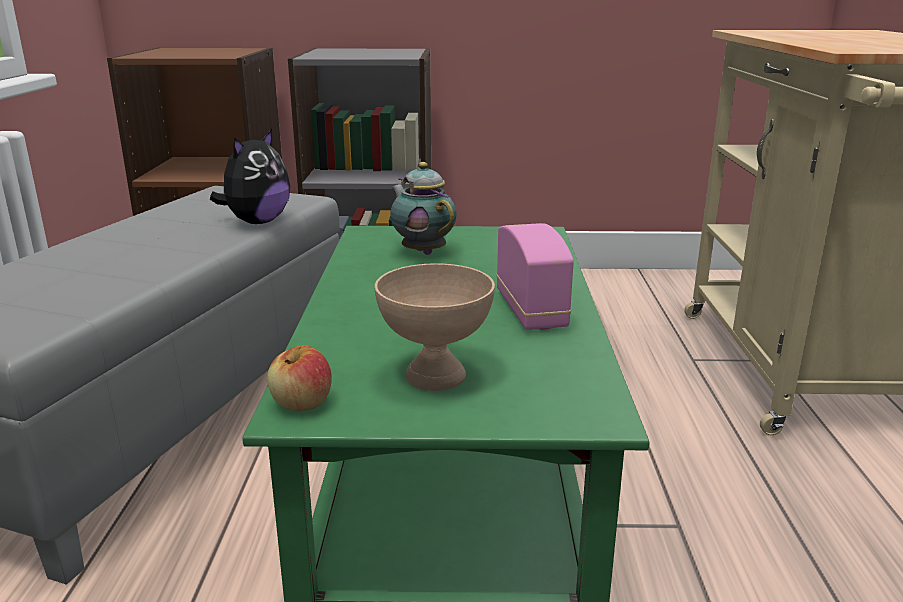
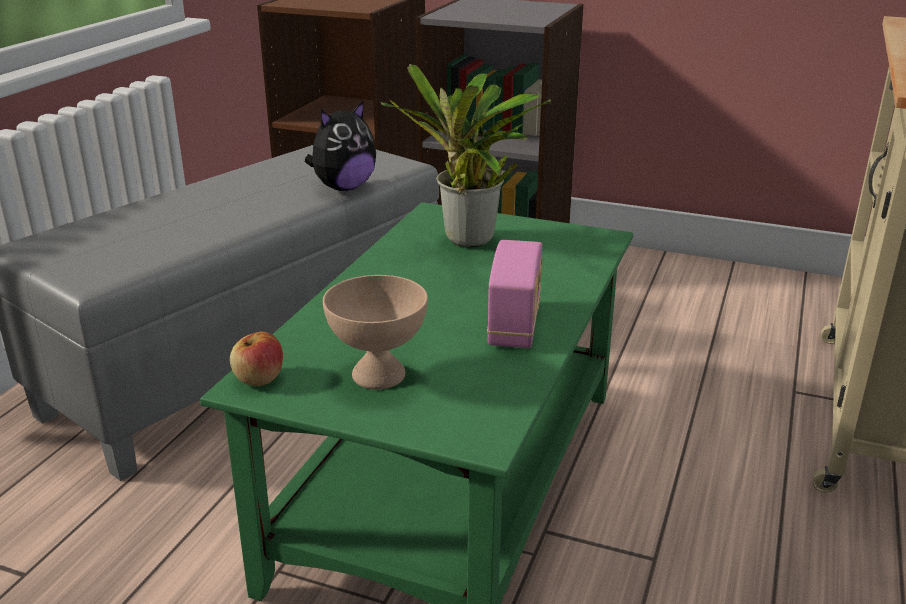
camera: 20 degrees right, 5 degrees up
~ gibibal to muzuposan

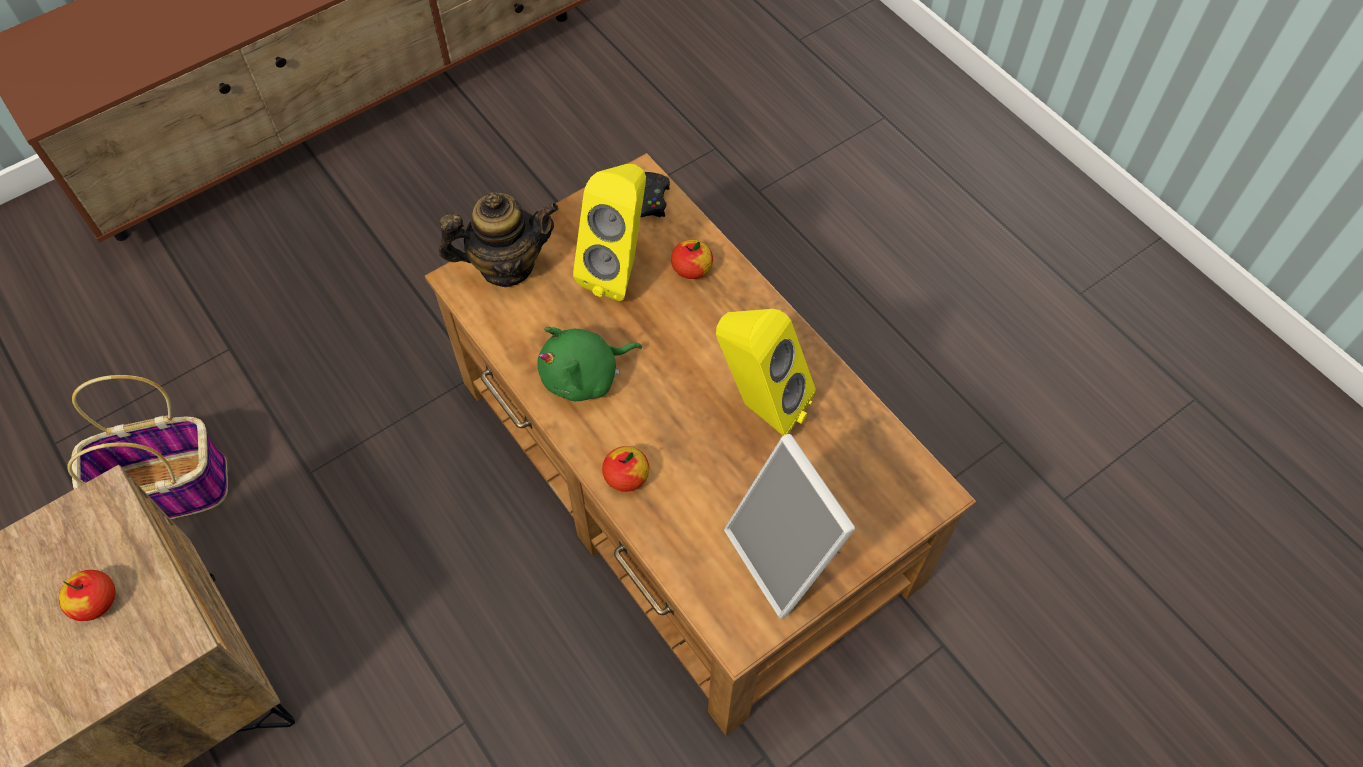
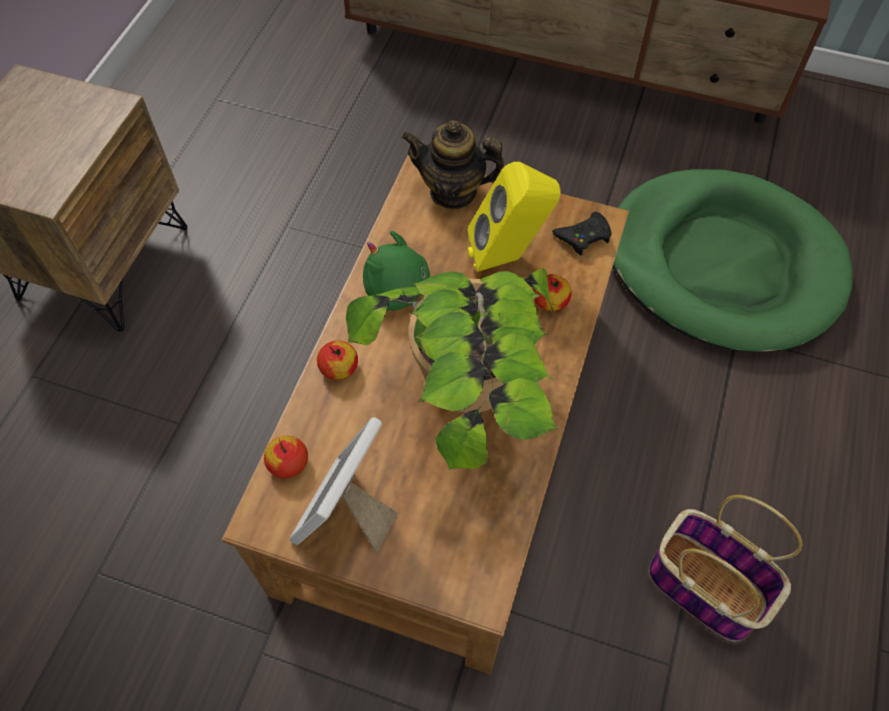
camera: 55 degrees right, 0 degrees up
~ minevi (no. 1 from left)
~ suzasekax
~ gibibal 150 degrees clockwise
~ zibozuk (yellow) (no. 2 from left) to muzuposan
+ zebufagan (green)

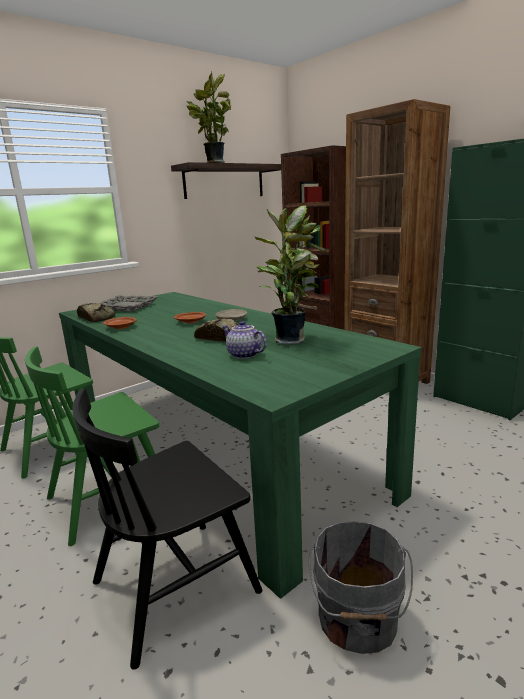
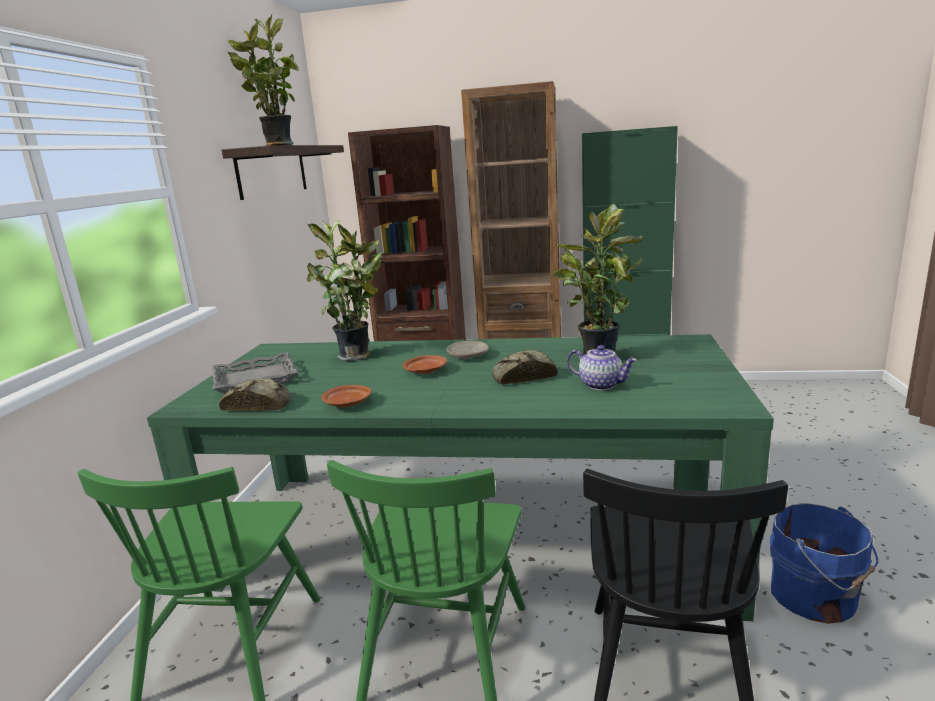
camera: 40 degrees left, 0 degrees up
~ gibibal 150 degrees counterclockwise
~ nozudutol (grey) to nozudutol (blue)
+ muzuposan (no. 2 from left)

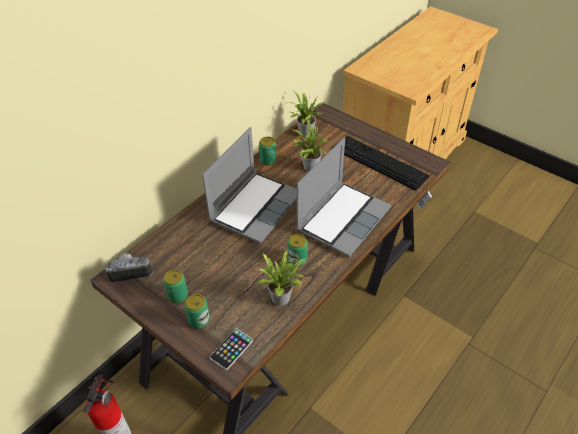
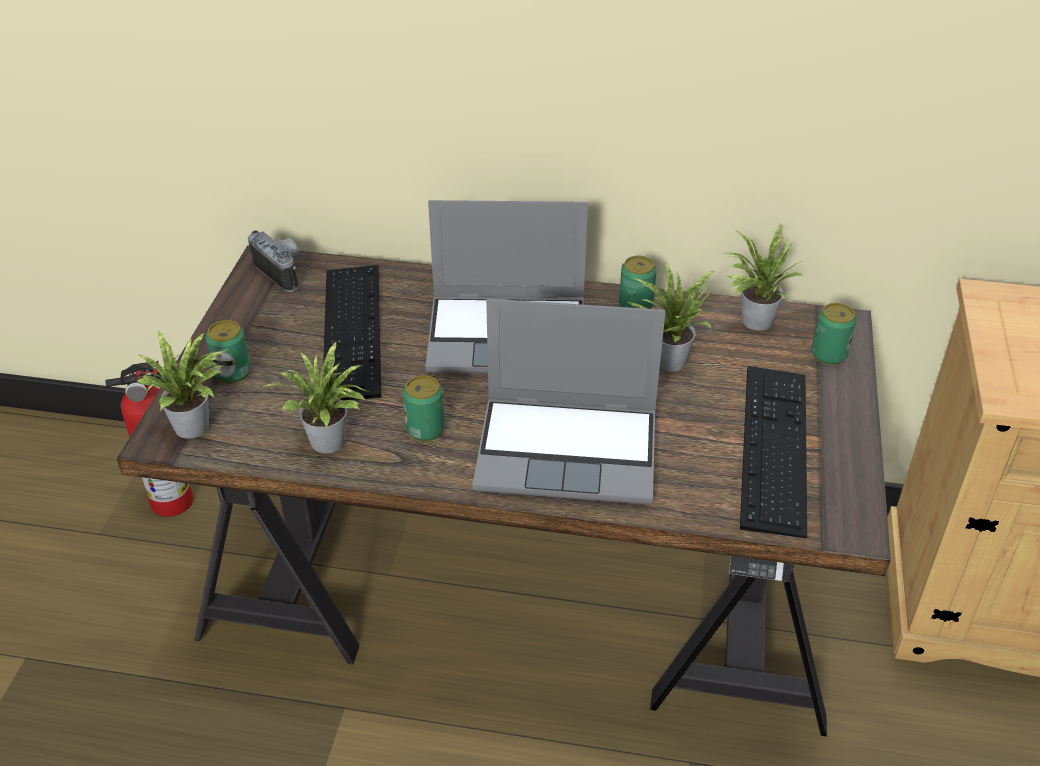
camera: 60 degrees right, 5 degrees down
~ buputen (no. 1 from left in the first image) to buputen (no. 4 from left)
~ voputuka to muzuposan (no. 1 from left)
+ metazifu (no. 1 from left)

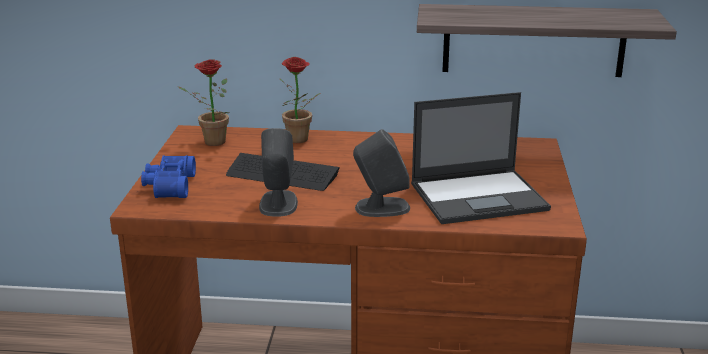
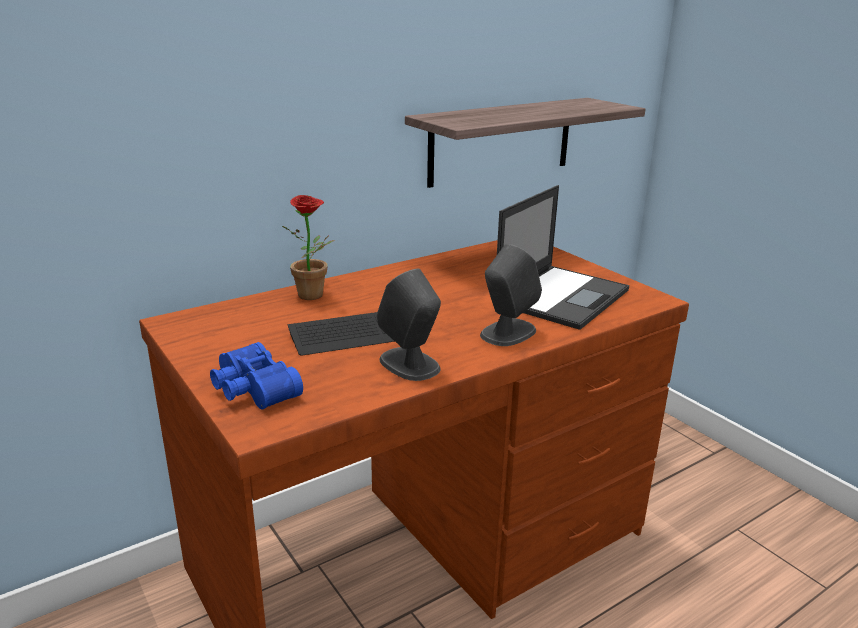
camera: 40 degrees left, 0 degrees up
- muzuposan (no. 1 from left)

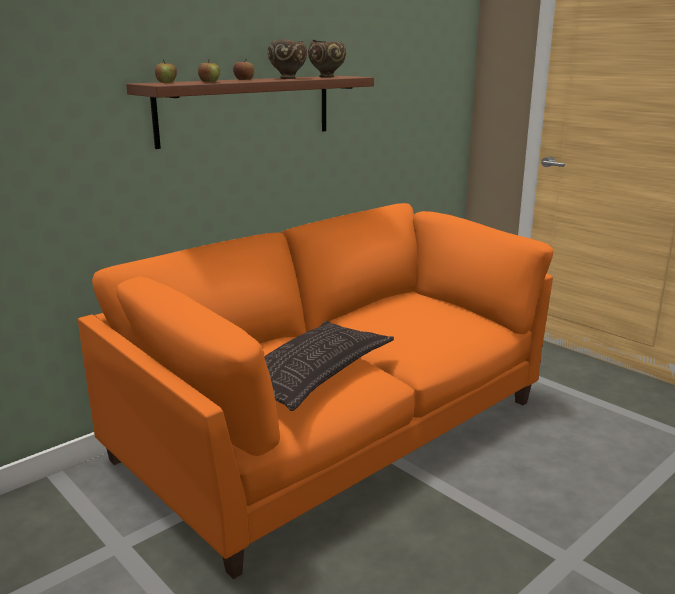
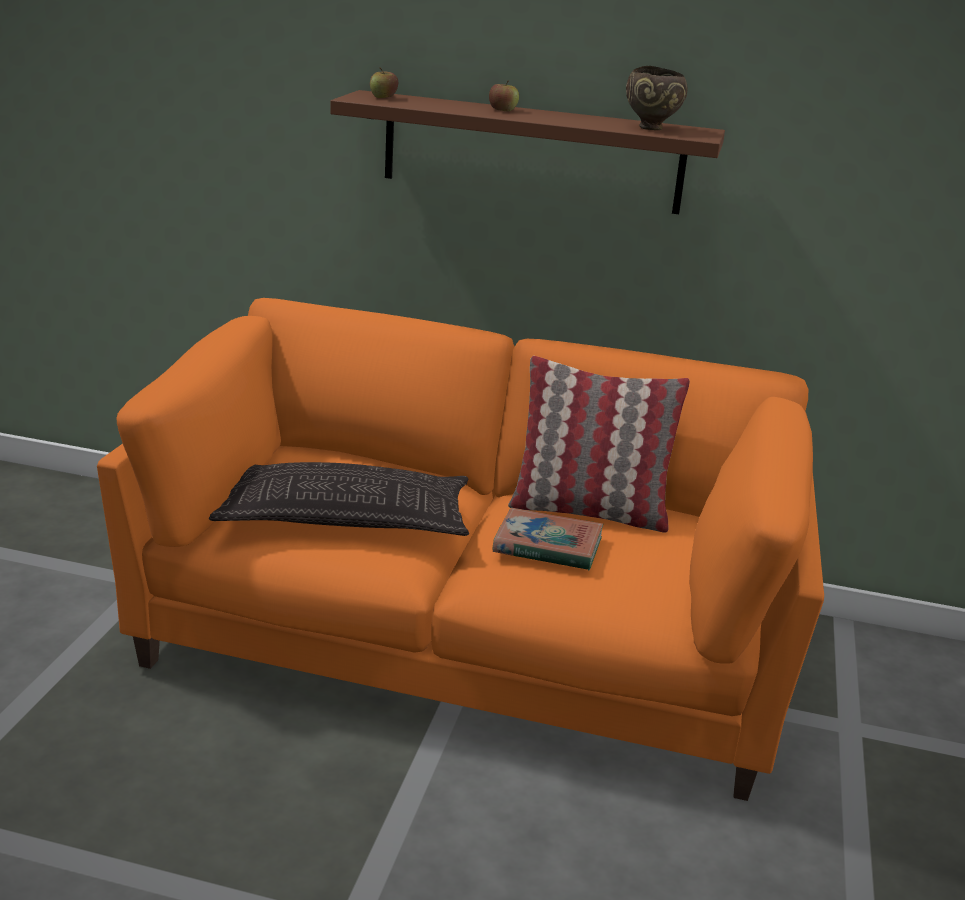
camera: 55 degrees right, 5 degrees up
- minevi (no. 2 from left)
- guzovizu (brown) (no. 1 from left)
+ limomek
+ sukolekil (no. 2 from left)

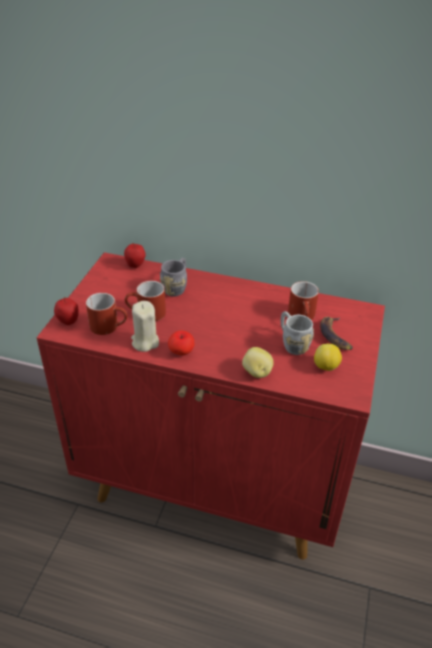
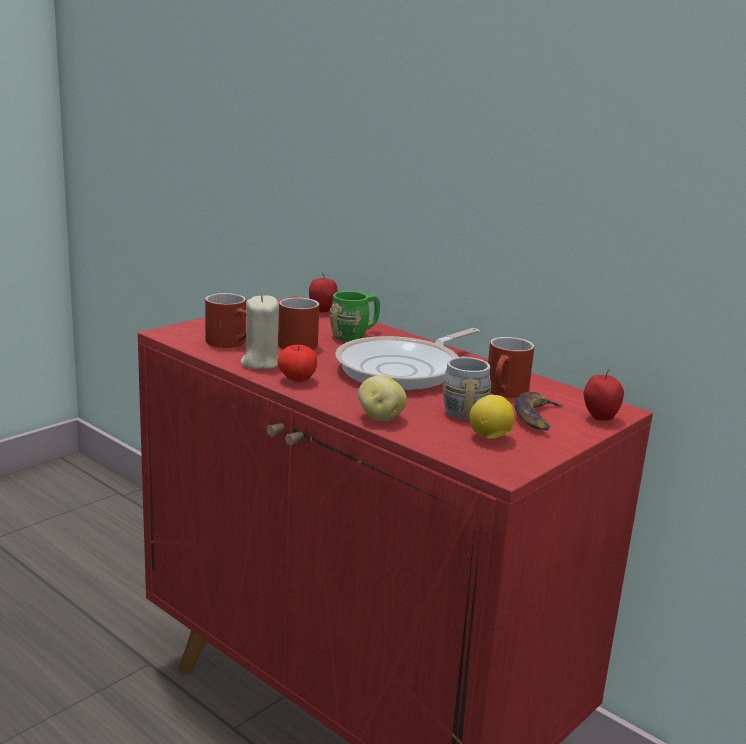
camera: 25 degrees right, 20 degrees down
~ minevi (no. 1 from left in the first image) to minevi (no. 3 from left)
~ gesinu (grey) (no. 1 from left) to gesinu (green)
+ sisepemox

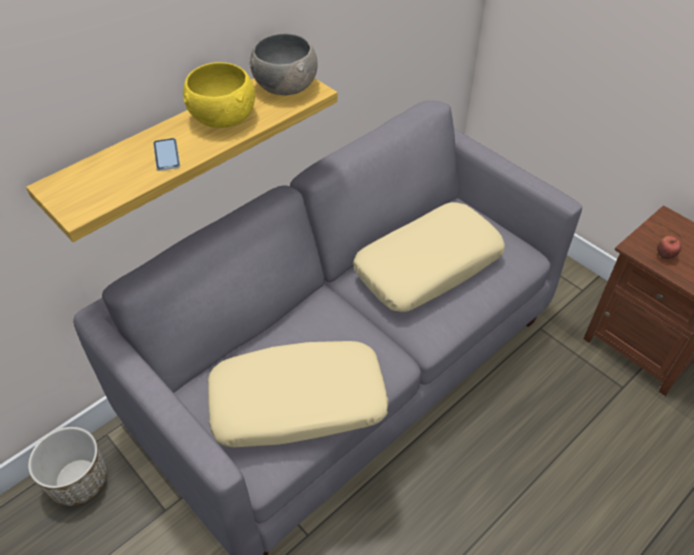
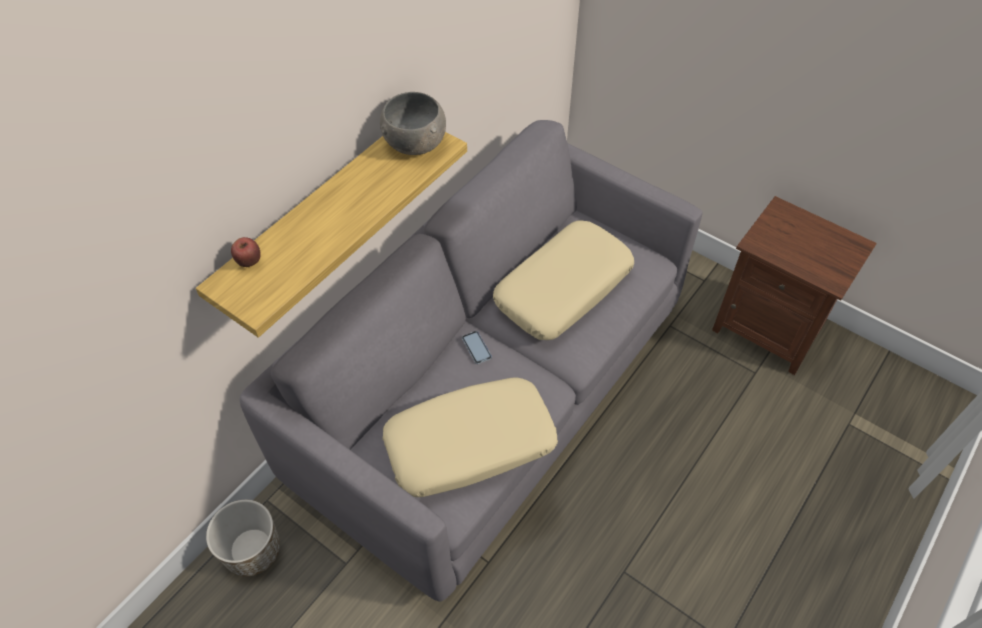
camera: 10 degrees left, 5 degrees up
~ voputuka
- guzovizu (yellow)
~ minevi

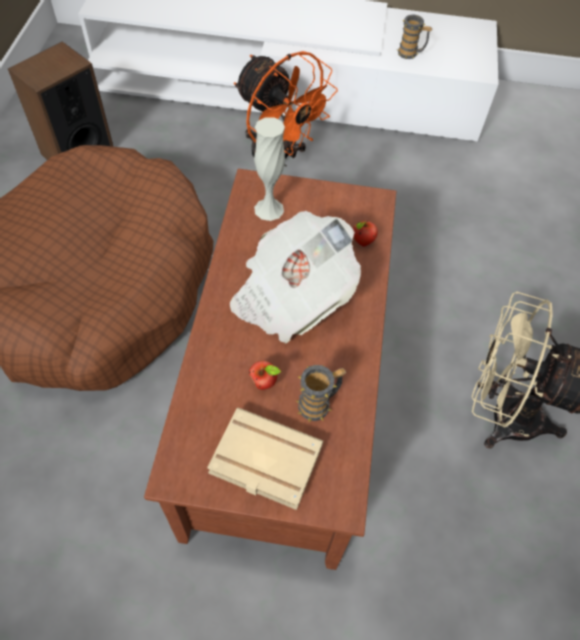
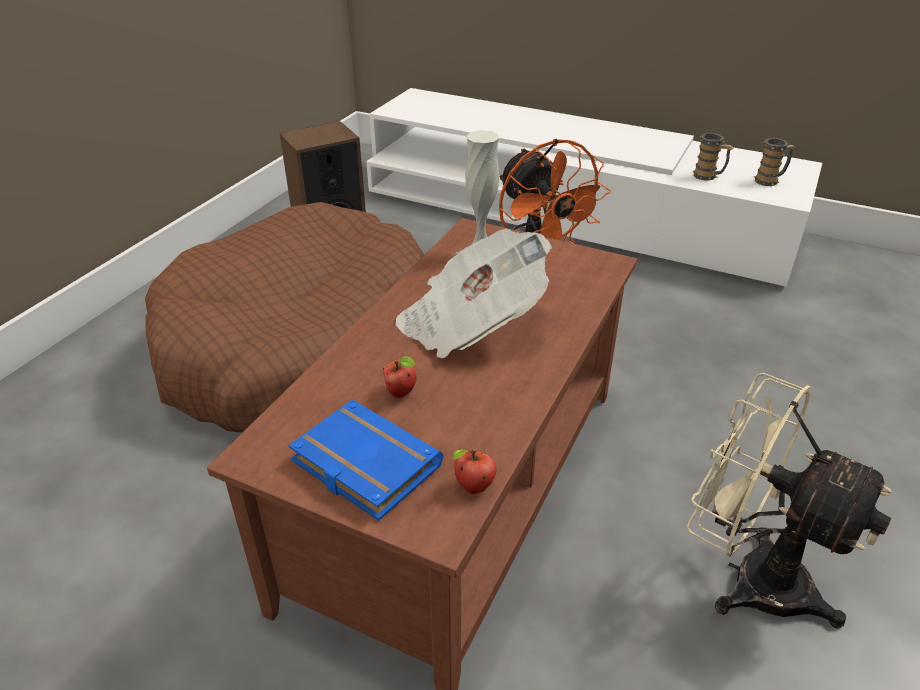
camera: 20 degrees right, 20 degrees down
~ limomek (beige) to limomek (blue)
~ gesinu (no. 1 from left in the first image) to gesinu (no. 2 from left)
~ minevi (no. 2 from left)

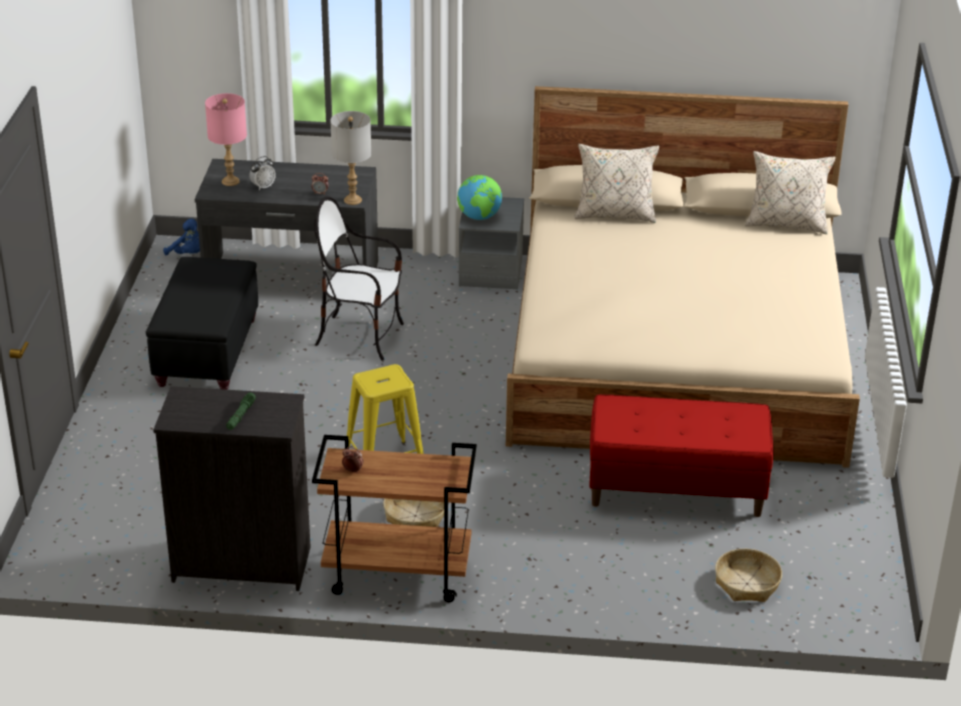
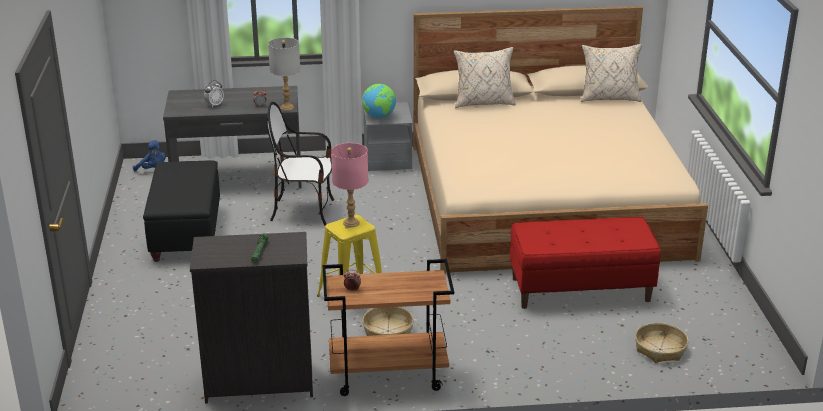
camera: 10 degrees left, 5 degrees down
~ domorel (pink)

